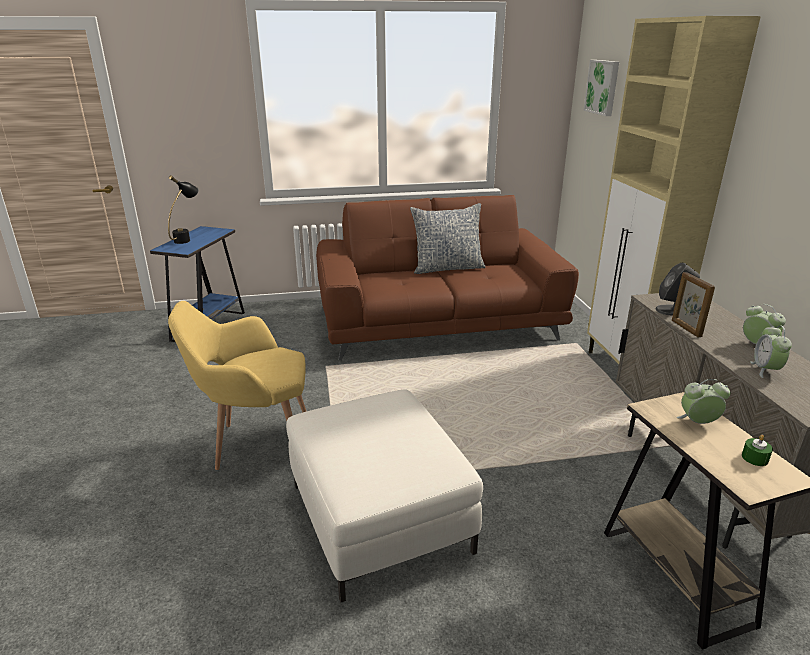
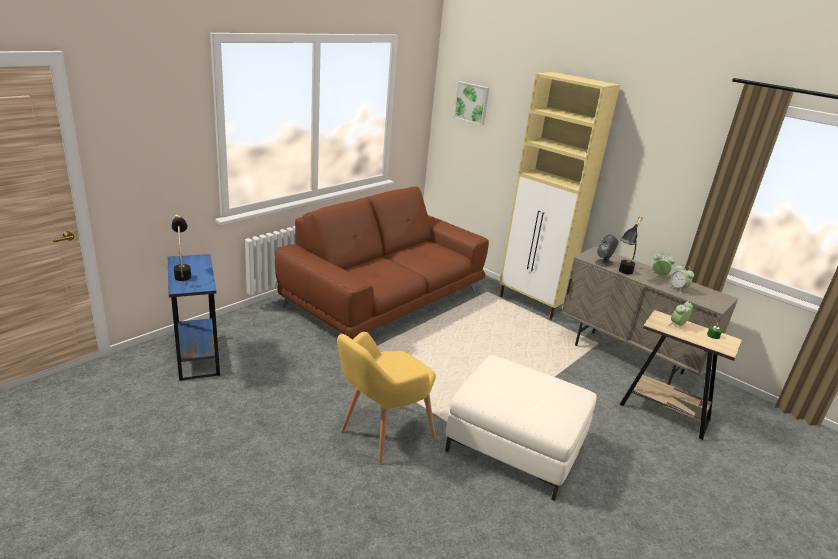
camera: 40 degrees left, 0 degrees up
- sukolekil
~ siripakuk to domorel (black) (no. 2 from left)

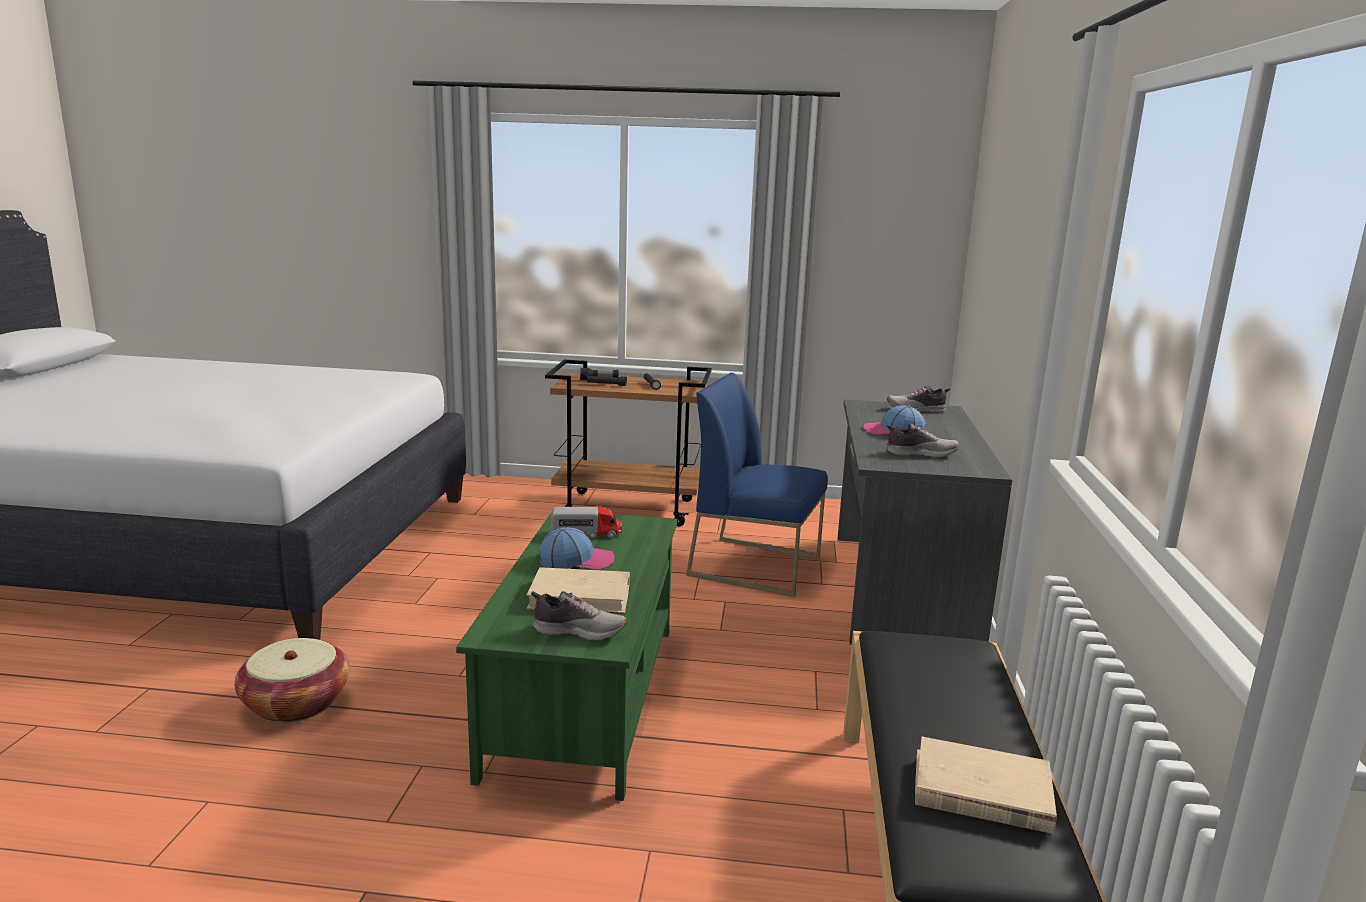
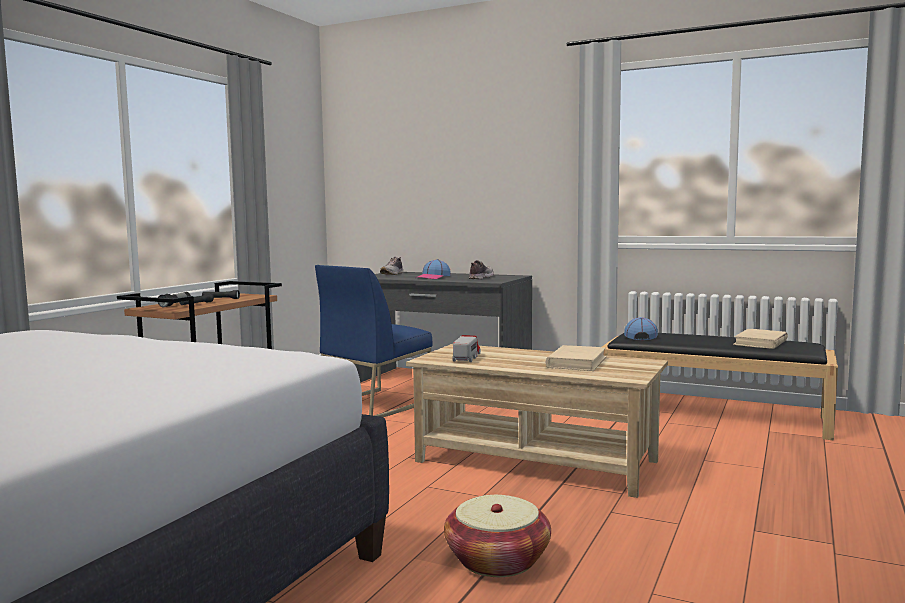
camera: 70 degrees left, 10 degrees down
~ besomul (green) to besomul (beige)
- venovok (no. 1 from left)
~ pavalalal (no. 1 from left in the first image) to pavalalal (no. 2 from left)

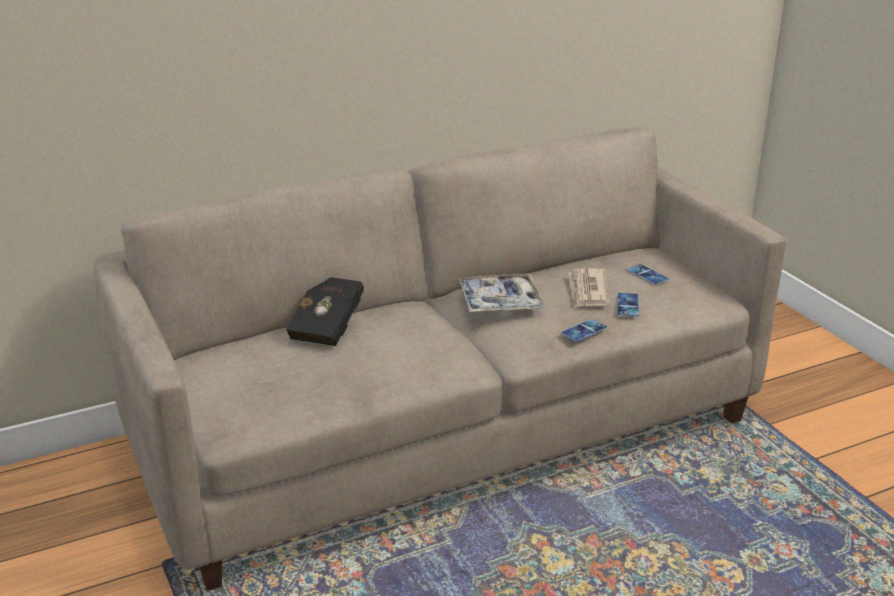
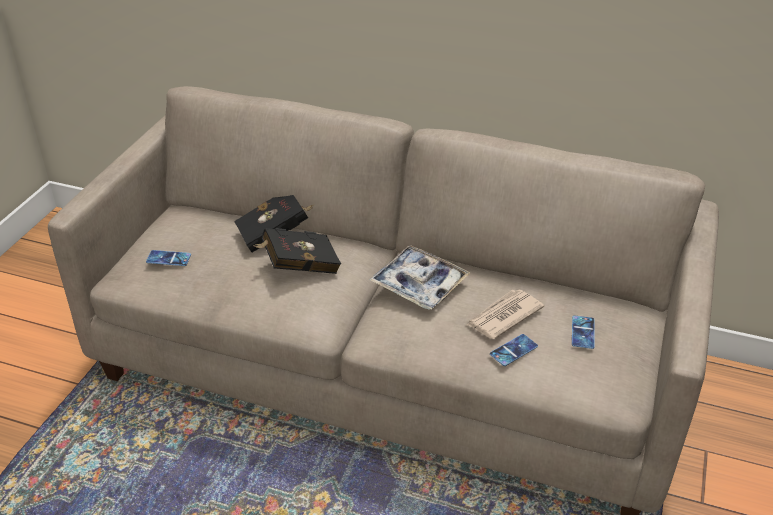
camera: 45 degrees right, 10 degrees up
~ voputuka (no. 1 from left)
+ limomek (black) (no. 2 from left)

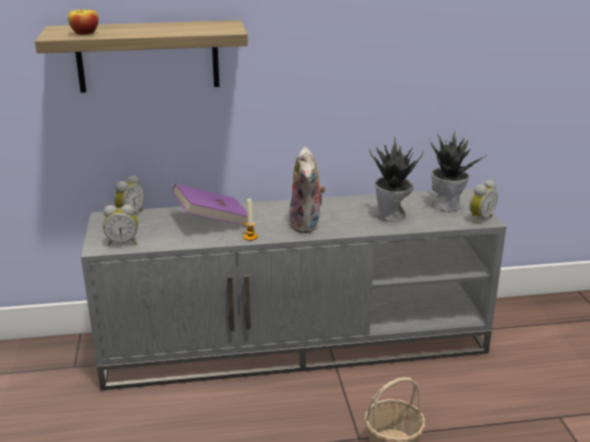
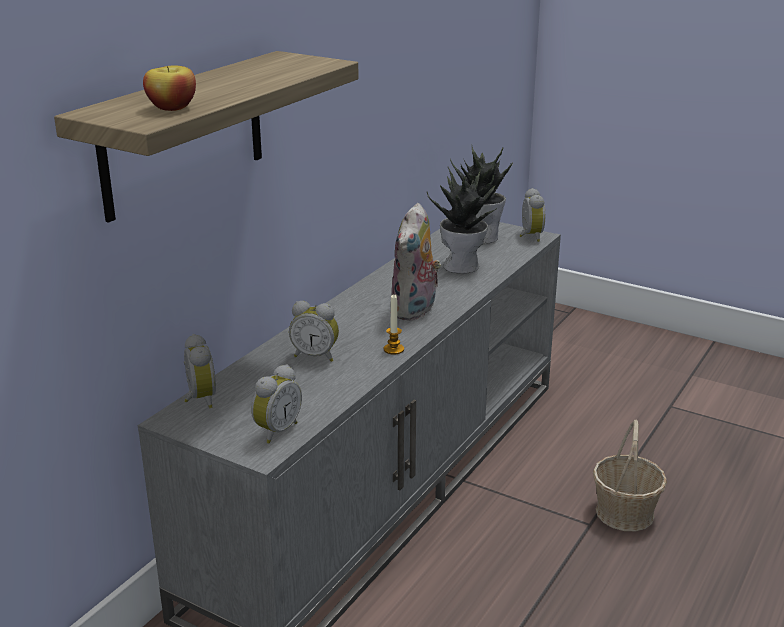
camera: 50 degrees left, 0 degrees up
~ limomek (purple) to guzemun (no. 3 from left)
~ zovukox 75 degrees clockwise

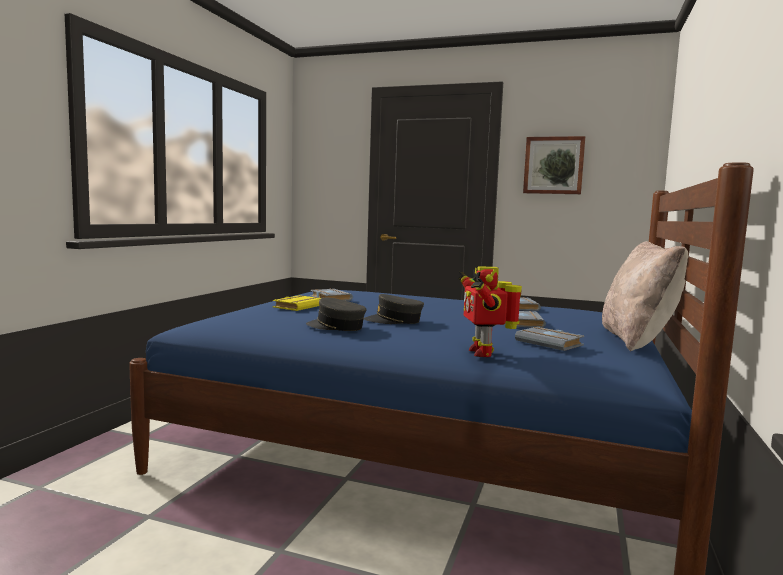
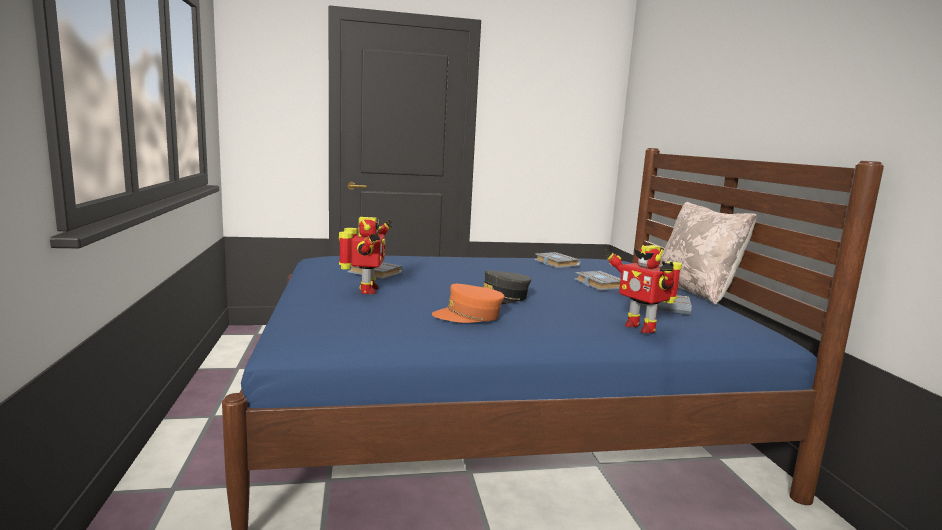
camera: 30 degrees left, 5 degrees up
~ limomek (yellow) to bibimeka (no. 1 from left)
~ pavalalal (grey) (no. 1 from left) to pavalalal (orange)
- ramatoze

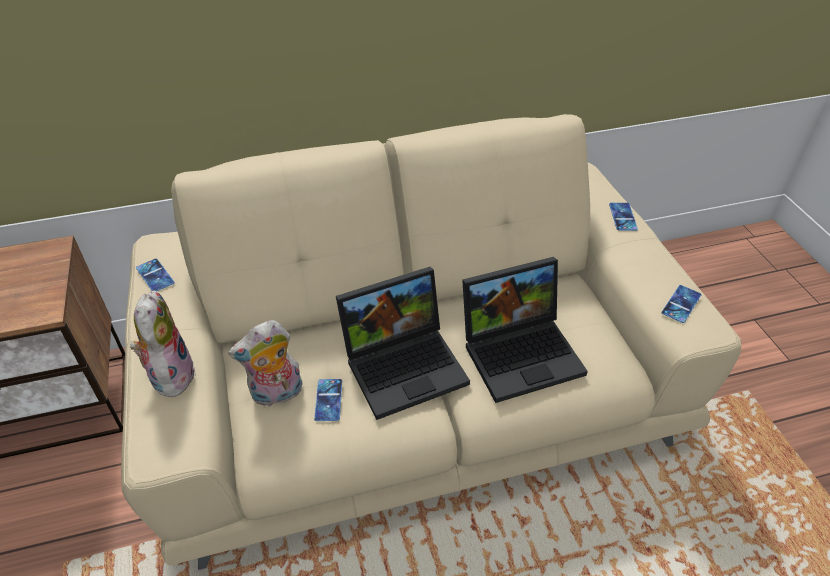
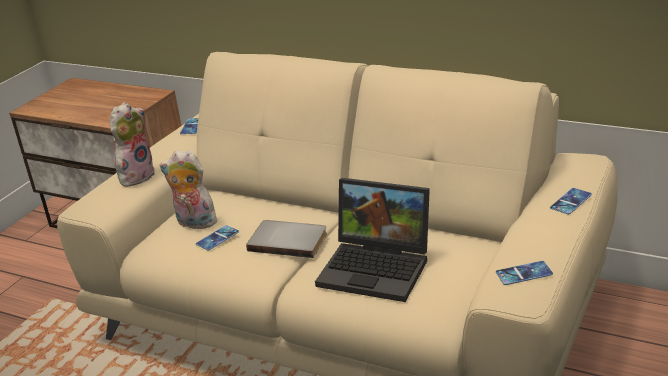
camera: 45 degrees right, 15 degrees down
~ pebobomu (no. 1 from left) to limomek (grey)

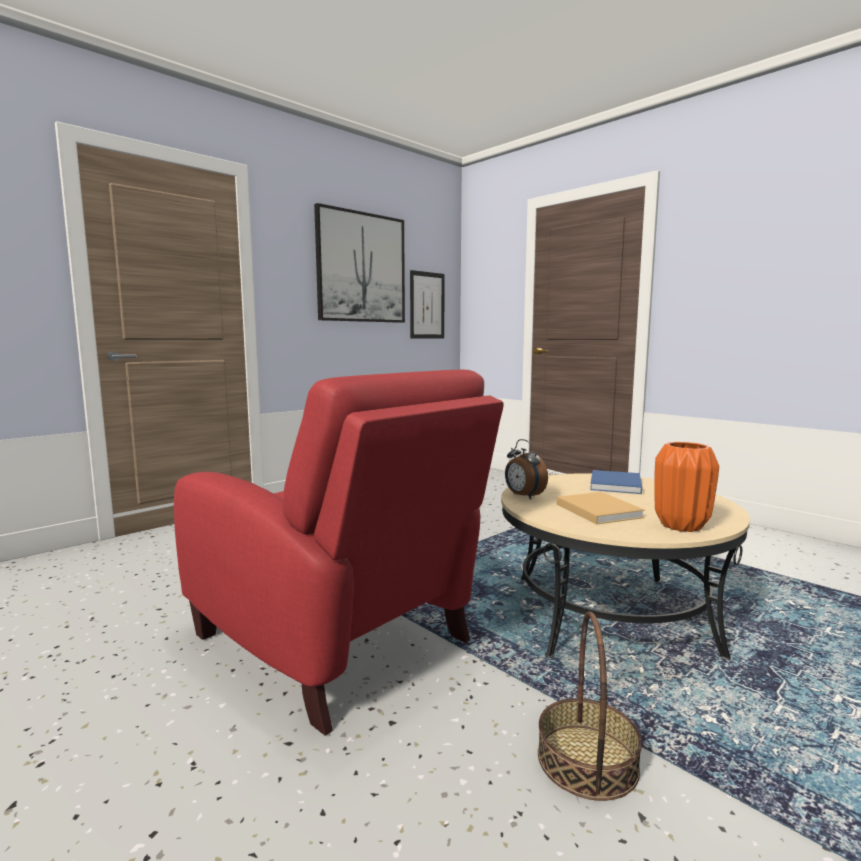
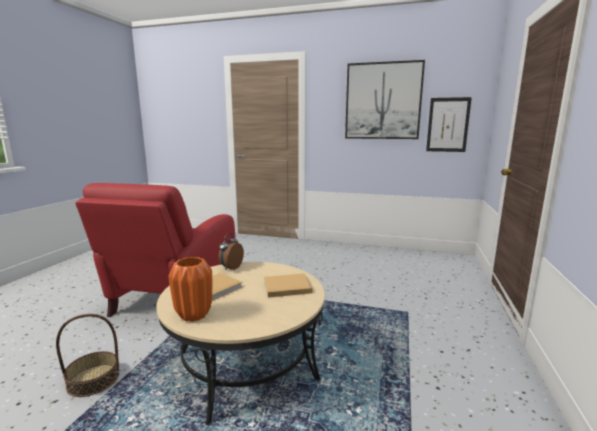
camera: 60 degrees right, 5 degrees up
~ limomek (blue) to limomek (beige) (no. 2 from left)

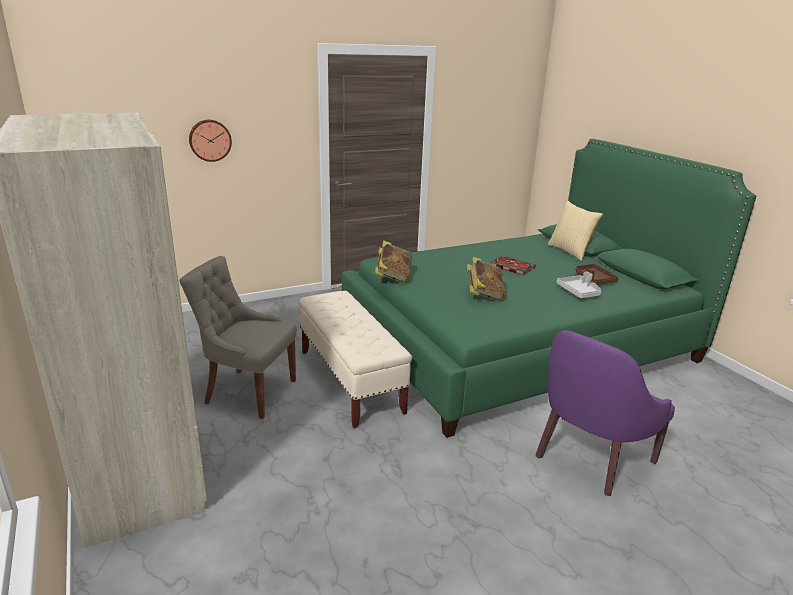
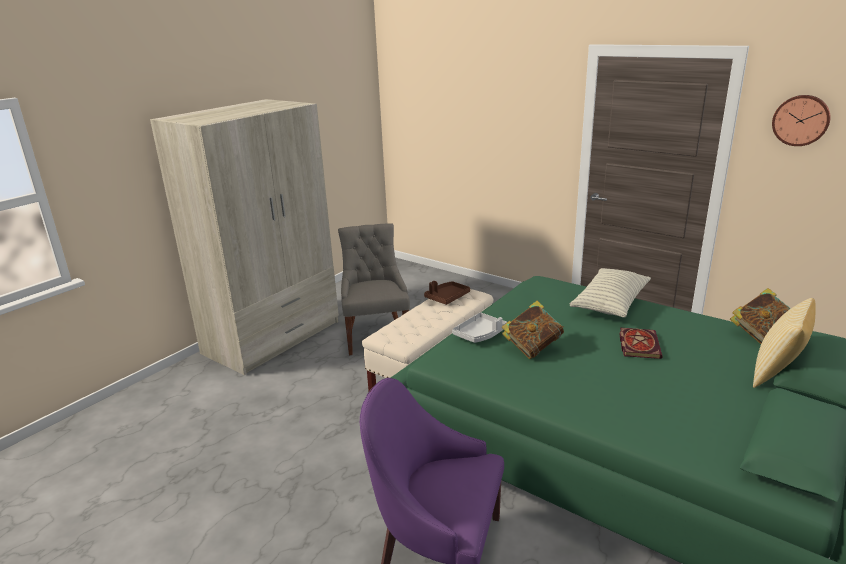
camera: 65 degrees right, 0 degrees up
~ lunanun
~ limomek (no. 1 from left in the first image) to limomek (no. 3 from left)
~ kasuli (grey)
~ kasuli (brown)
+ sukolekil (no. 1 from left)

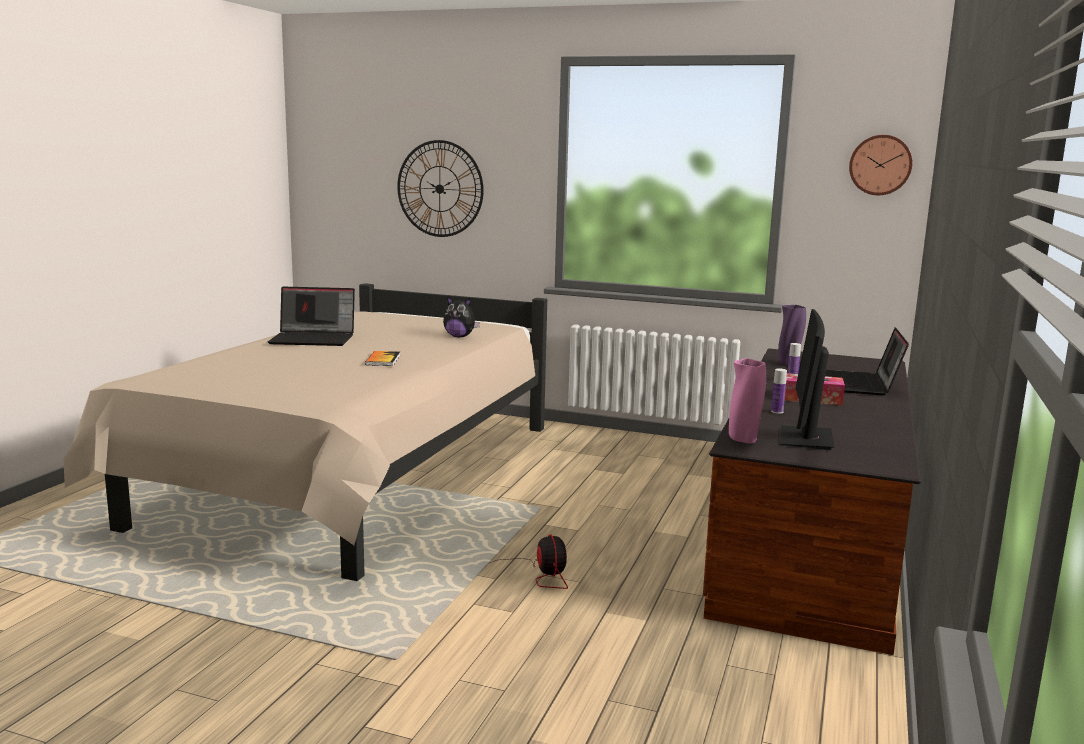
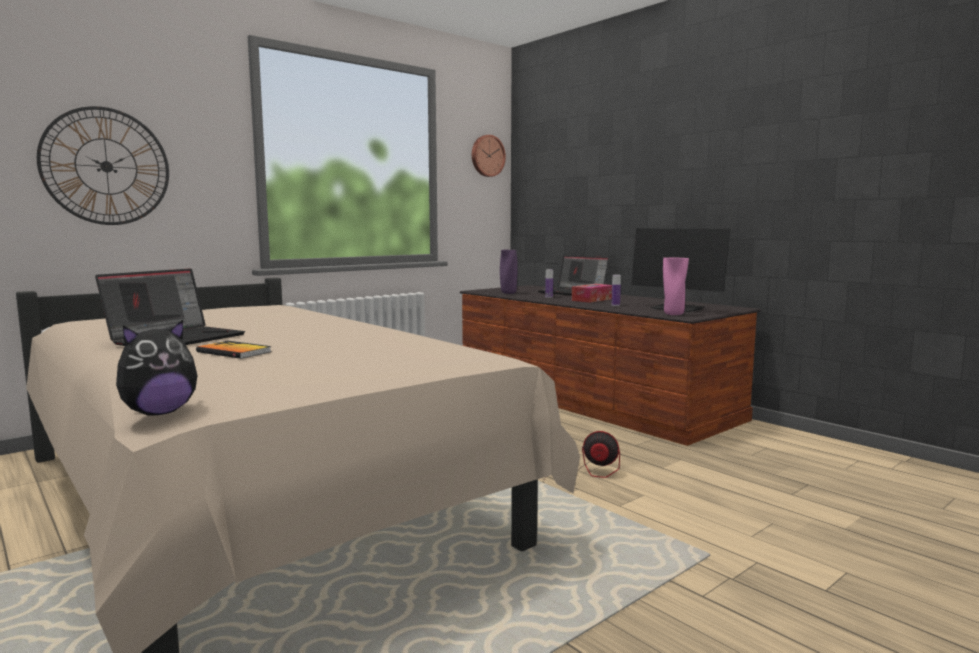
camera: 60 degrees left, 5 degrees down
~ limomek
~ zovukox

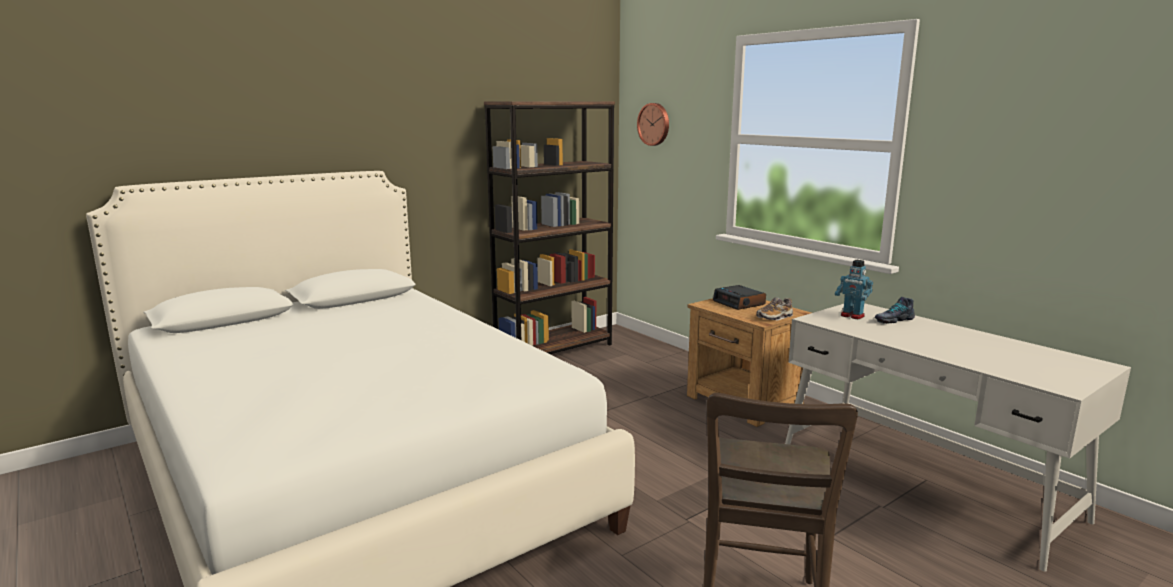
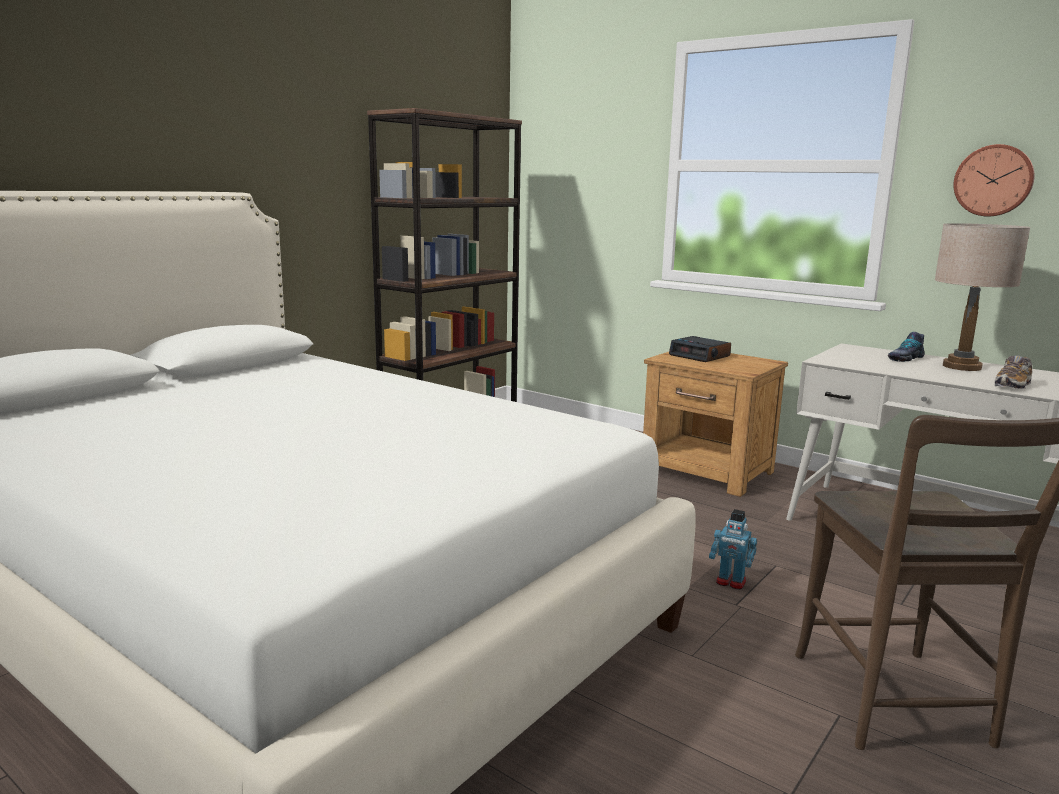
camera: 15 degrees left, 0 degrees up
~ lunanun
~ venovok (no. 1 from left in the first image) to venovok (no. 2 from left)
~ bibimeka
+ domorel (beige)

